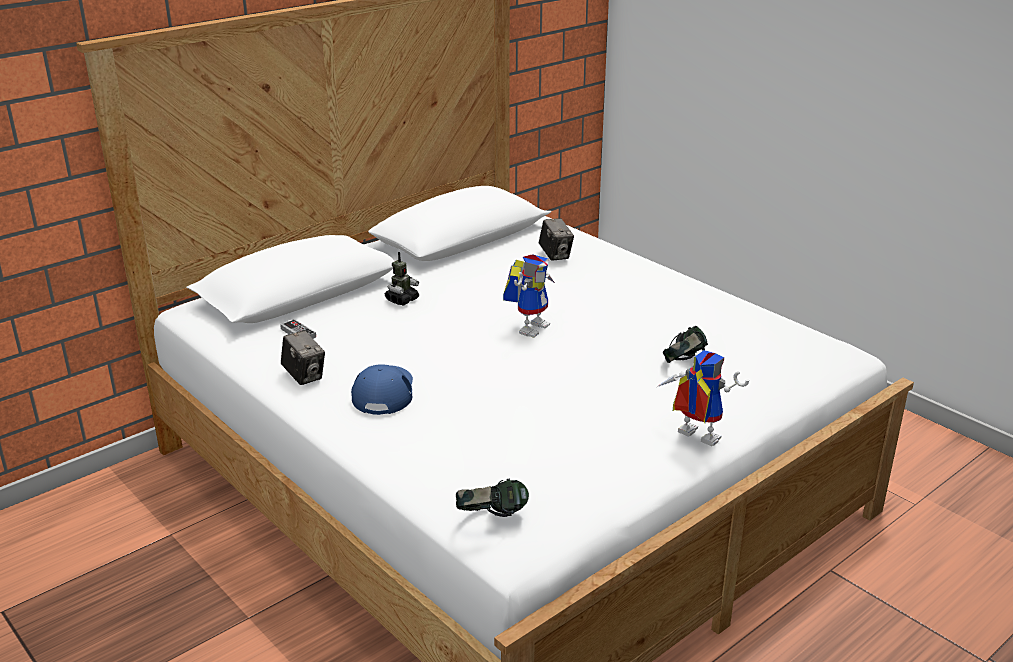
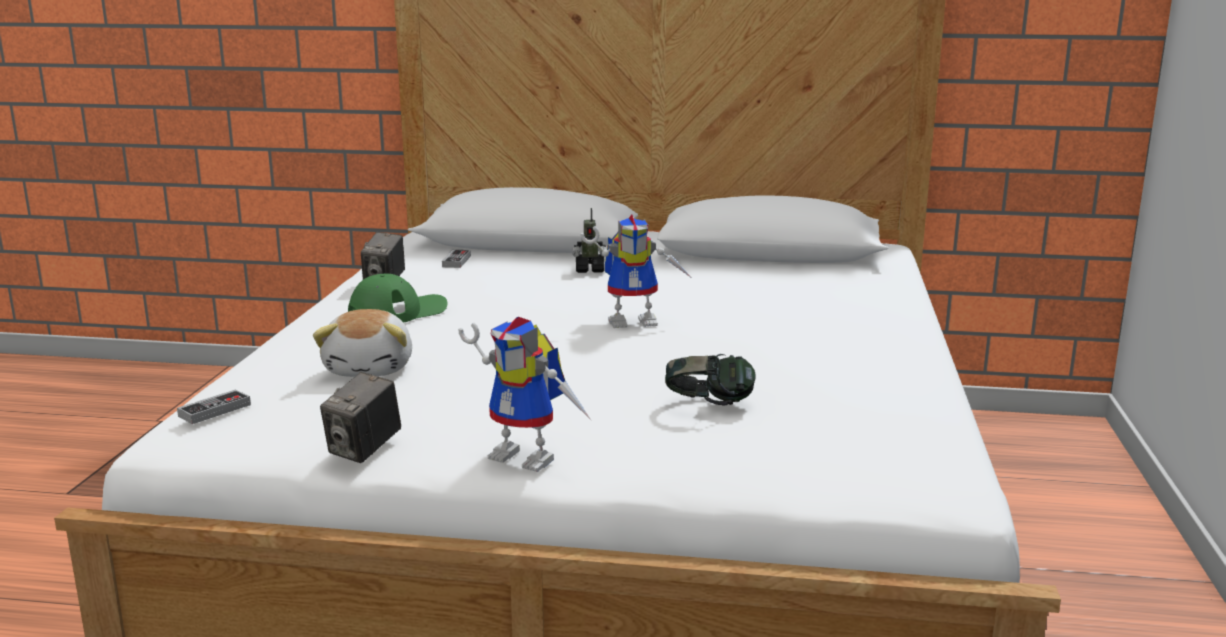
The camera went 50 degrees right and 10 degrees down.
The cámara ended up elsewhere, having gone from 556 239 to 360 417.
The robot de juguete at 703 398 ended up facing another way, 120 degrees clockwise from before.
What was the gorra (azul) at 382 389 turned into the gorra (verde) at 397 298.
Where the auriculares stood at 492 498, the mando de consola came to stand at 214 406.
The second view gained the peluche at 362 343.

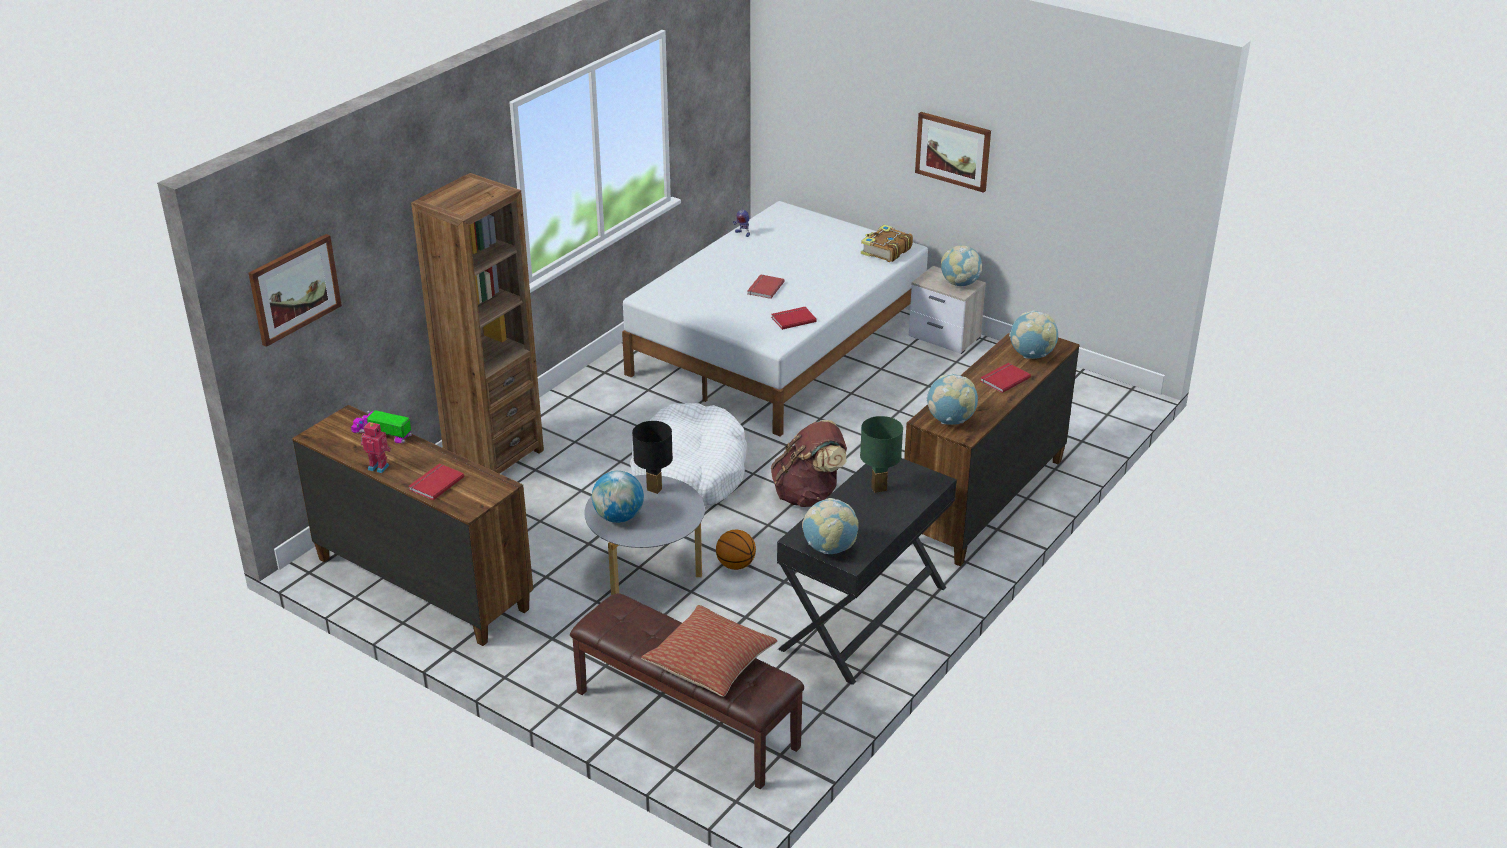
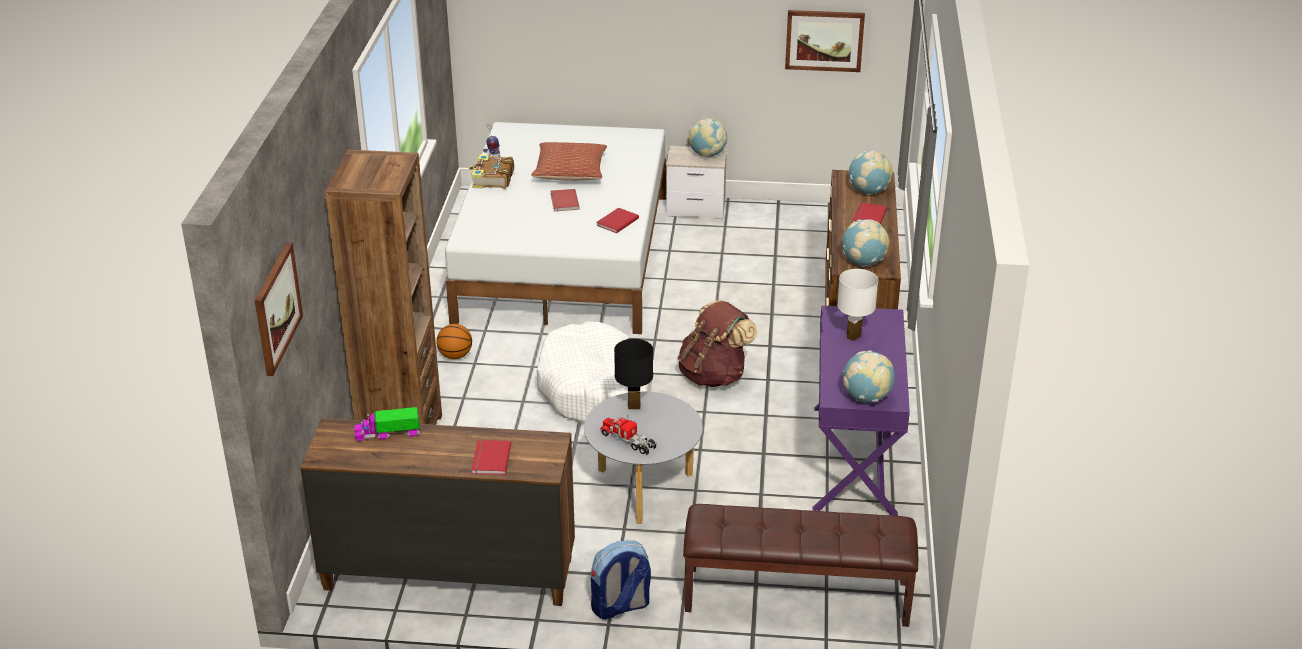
The camera went 30 degrees left and 0 degrees up.
The cuadro ended up elsewhere, having gone from 953 152 to 825 41.
The libro ended up elsewhere, having gone from 887 243 to 491 171.
What was the lámpara de mesa (verde) at 881 454 turned into the lámpara de mesa (blanco) at 857 305.
The second view lost the robot de juguete at 376 447.
What was the escritorio (negro) at 867 571 turned into the escritorio (morado) at 861 411.
Where the globo terráqueo stood at 618 497, the camión de juguete came to stand at 628 435.
The balón de baloncesto ended up elsewhere, having gone from 736 550 to 454 341.
The cojín ended up elsewhere, having gone from 709 651 to 569 161.
The second view gained the mochila at 621 579.

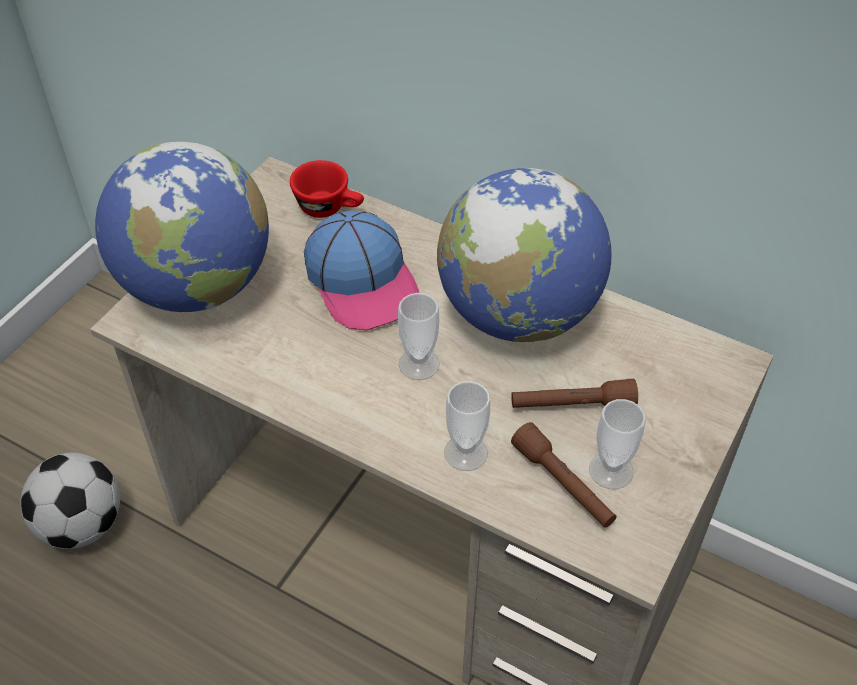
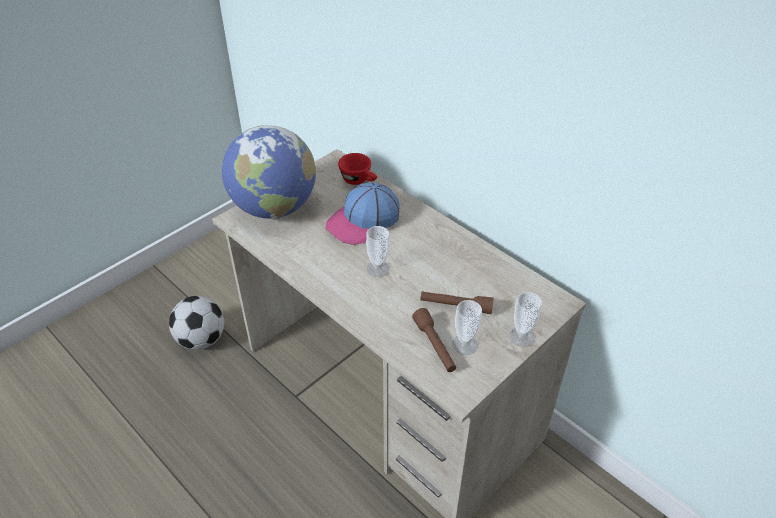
The camera went 15 degrees right and 5 degrees down.
The second view lost the globo terráqueo at 524 255.
The gorra at 361 270 ended up facing another way, 60 degrees clockwise from before.
The taza ended up elsewhere, having gone from 467 426 to 525 319.

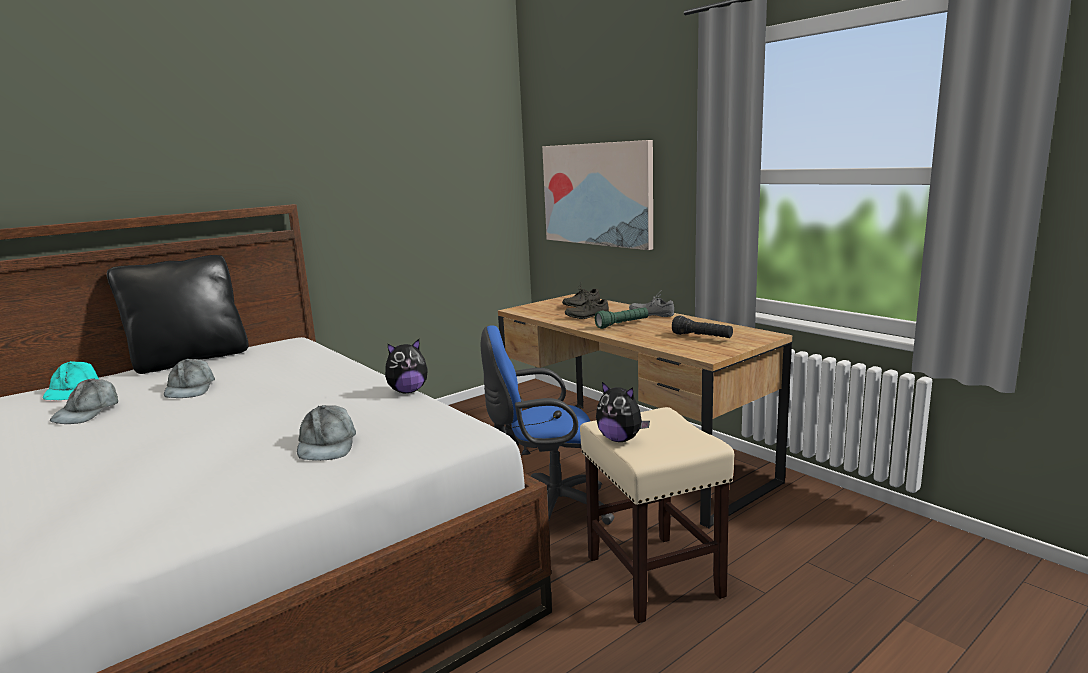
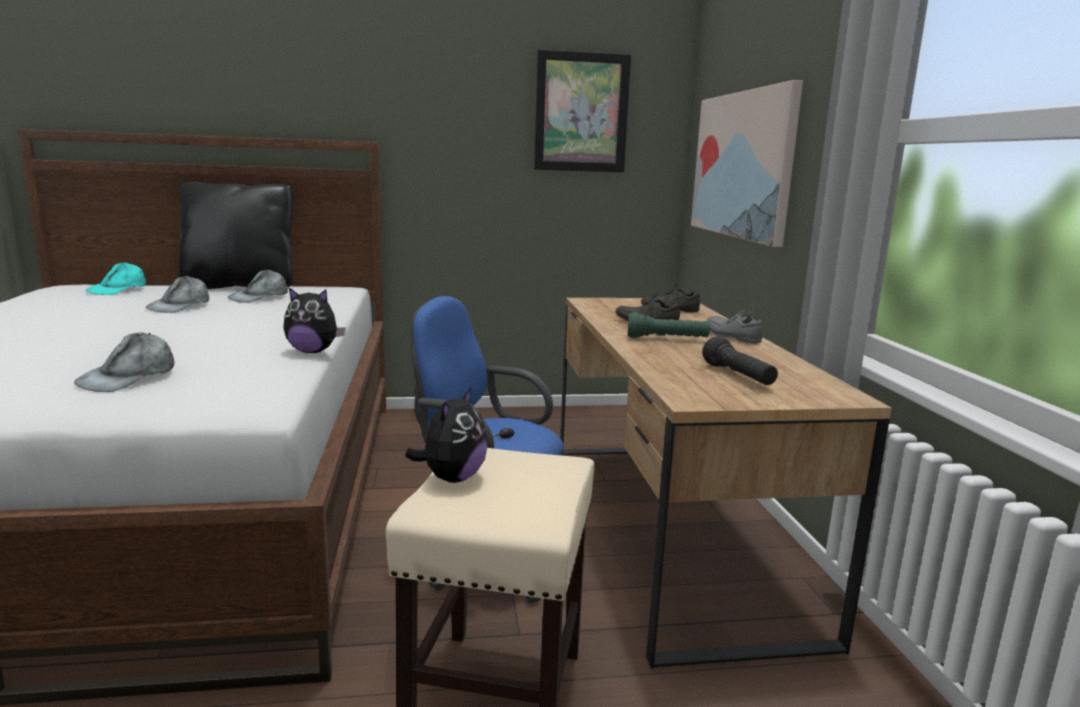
The camera went 30 degrees right and 0 degrees up.
The gorra (gris) ended up elsewhere, having gone from 84 401 to 258 286.
The peluche at 623 412 ended up facing another way, 135 degrees counterclockwise from before.
The second view gained the cuadro at 582 110.

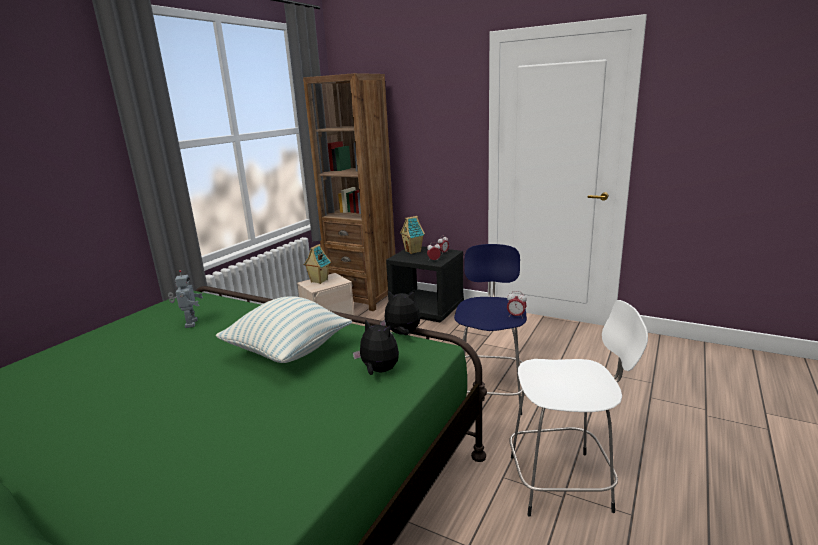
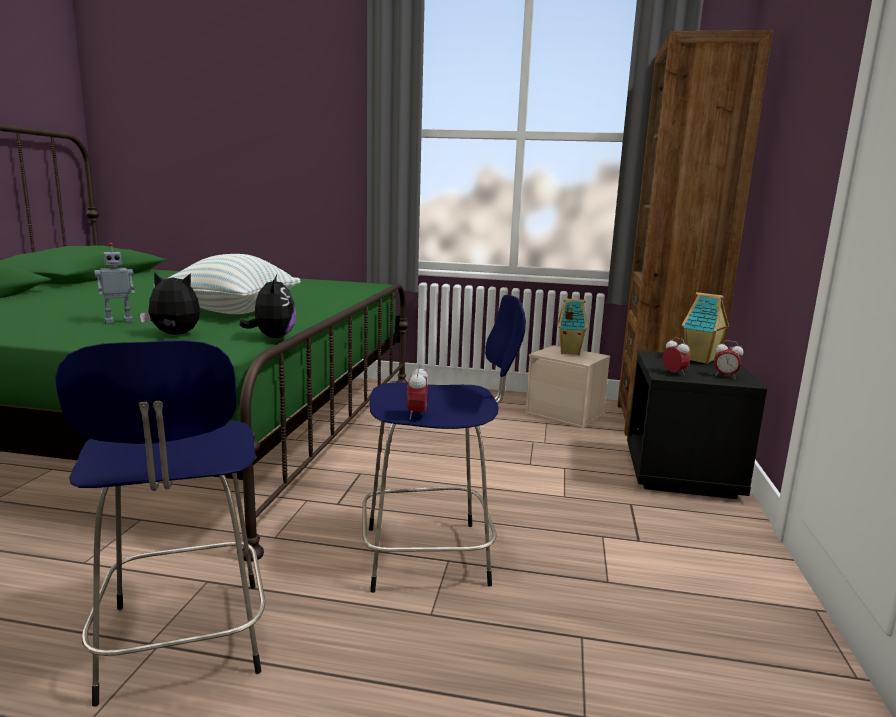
The camera went 70 degrees right and 5 degrees down.
The robot de juguete ended up elsewhere, having gone from 185 299 to 114 283.
What was the taburete (blanco) at 578 408 turned into the taburete (azul) at 160 523.
The peluche at 376 347 ended up facing another way, 105 degrees counterclockwise from before.

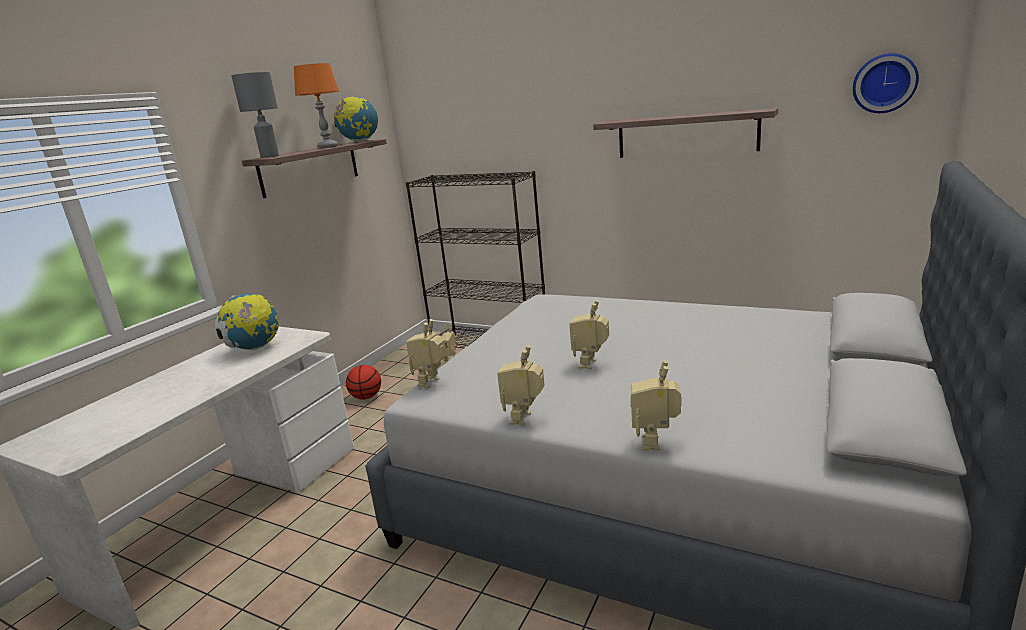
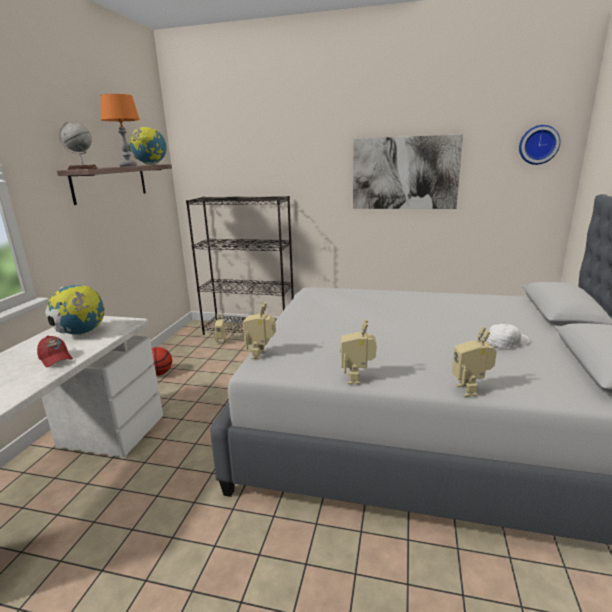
The camera went 15 degrees left and 0 degrees up.
Where the lámpara de mesa (gris) stood at 255 115, the globo terráqueo came to stand at 78 146.
Where the estante hung at 685 133, the cuadro came to hang at 408 171.
The second view lost the robot de juguete at 589 334.
The second view gained the gorra (blanco) at 508 336.
The second view gained the gorra (rojo) at 55 351.

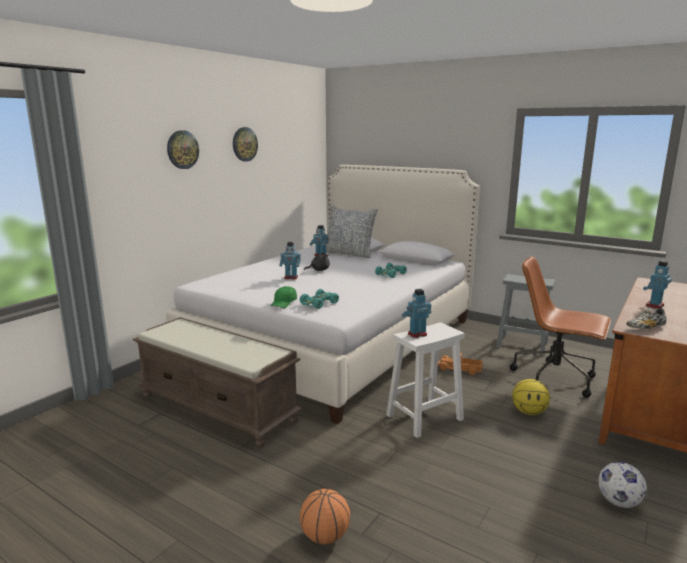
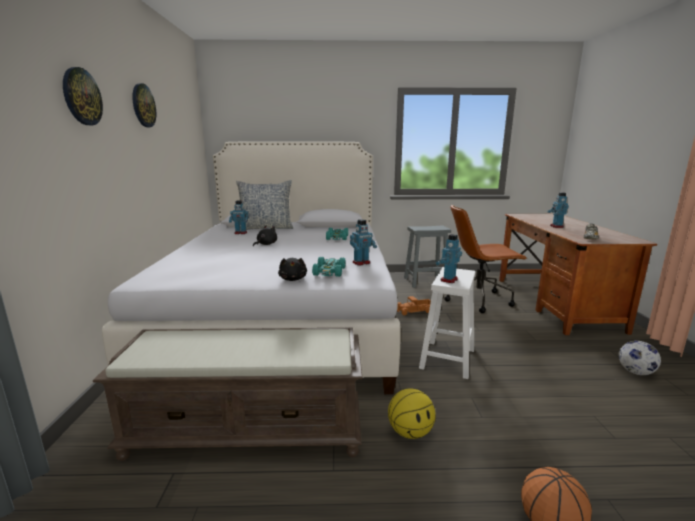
The camera went 35 degrees left and 0 degrees up.
The robot de juguete ended up elsewhere, having gone from 290 260 to 363 242.
Where the gorra (verde) stood at 284 297, the peluche (negro) came to stand at 292 269.
The balón de baloncesto ended up elsewhere, having gone from 531 397 to 412 414.

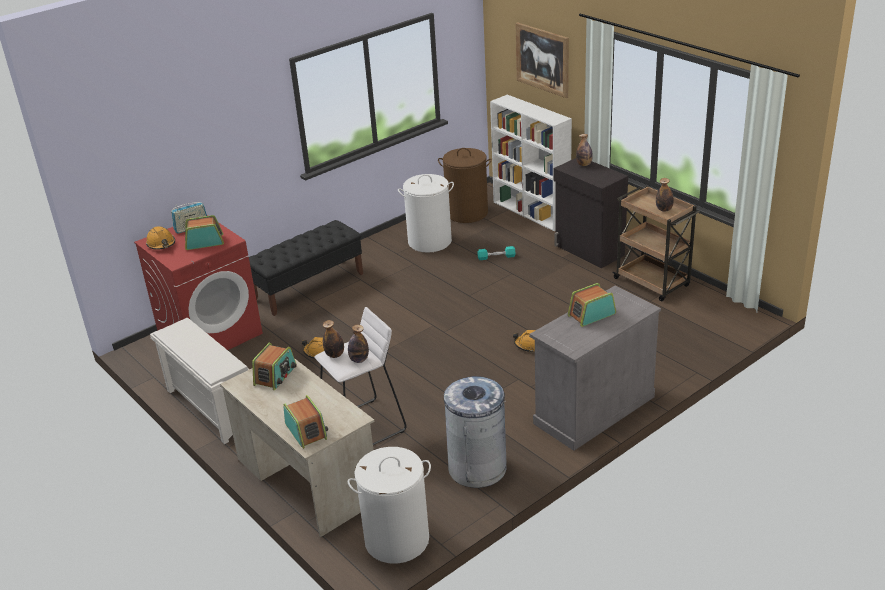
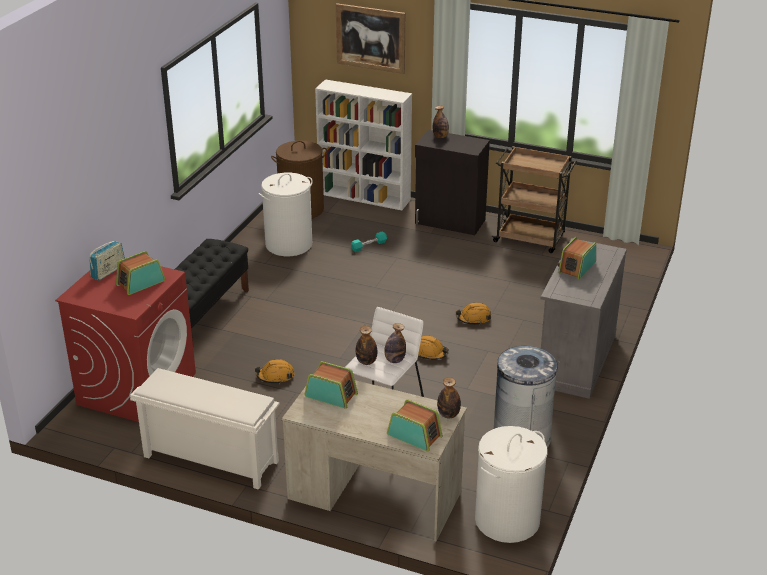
The camera went 30 degrees left and 0 degrees up.
The botella ended up elsewhere, having gone from 665 195 to 449 397.
The casco (naranja) ended up elsewhere, having gone from 160 238 to 433 348.
The radio at 274 366 ended up facing another way, 60 degrees counterclockwise from before.

